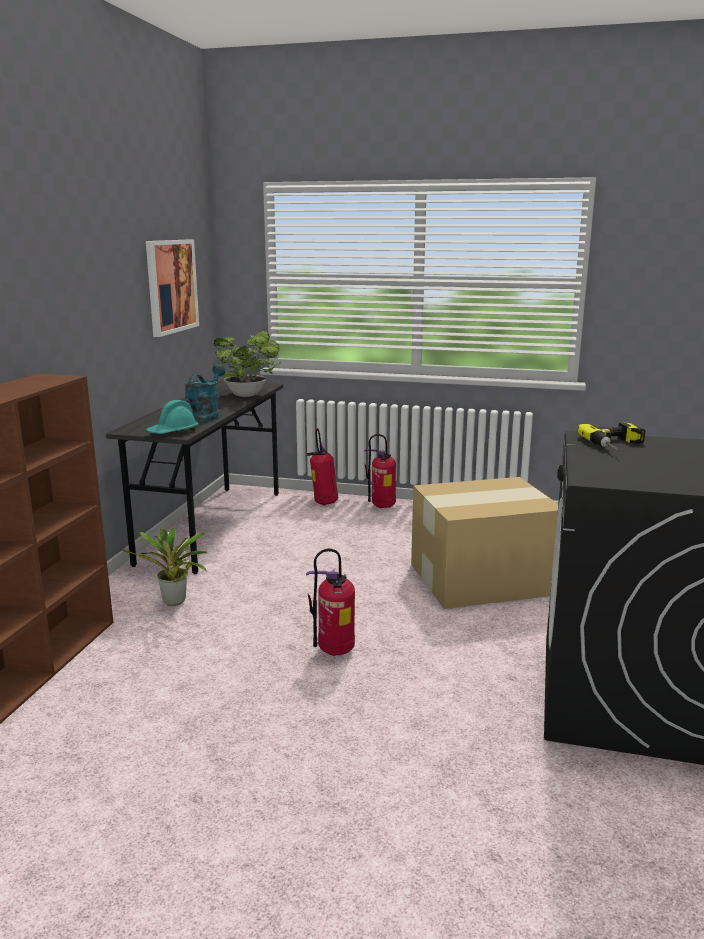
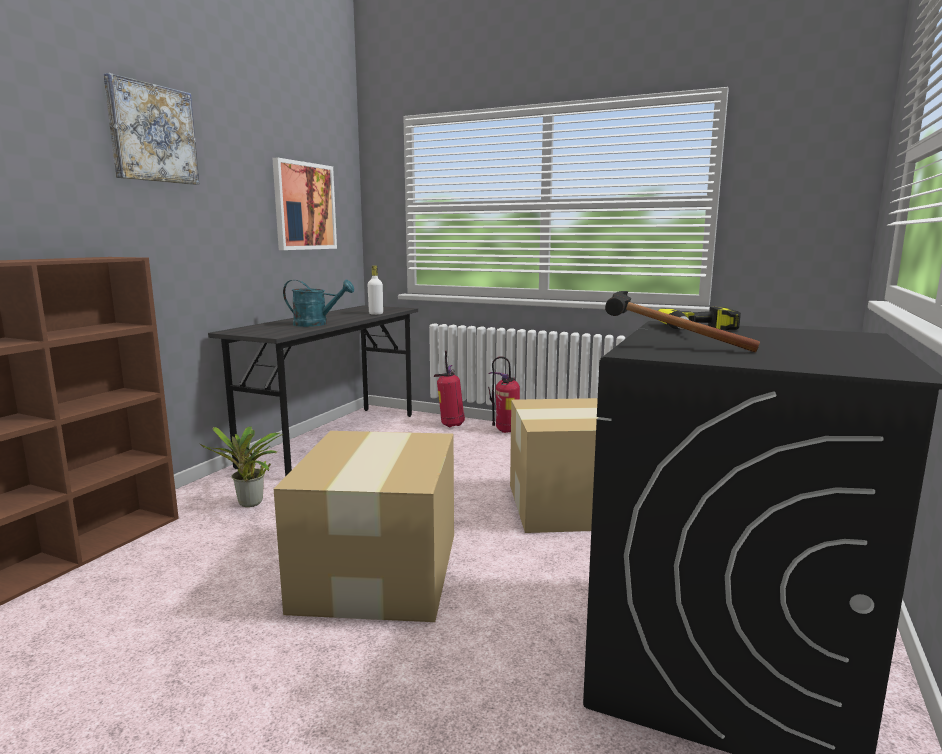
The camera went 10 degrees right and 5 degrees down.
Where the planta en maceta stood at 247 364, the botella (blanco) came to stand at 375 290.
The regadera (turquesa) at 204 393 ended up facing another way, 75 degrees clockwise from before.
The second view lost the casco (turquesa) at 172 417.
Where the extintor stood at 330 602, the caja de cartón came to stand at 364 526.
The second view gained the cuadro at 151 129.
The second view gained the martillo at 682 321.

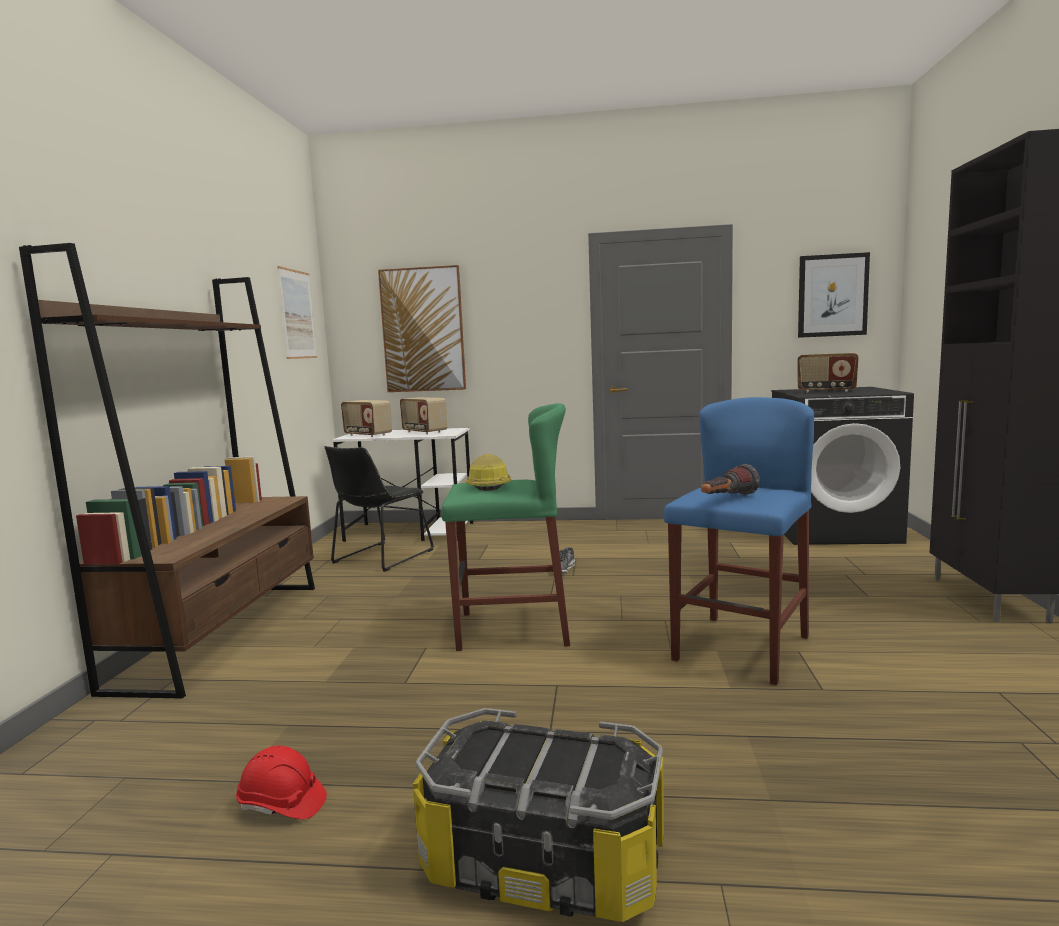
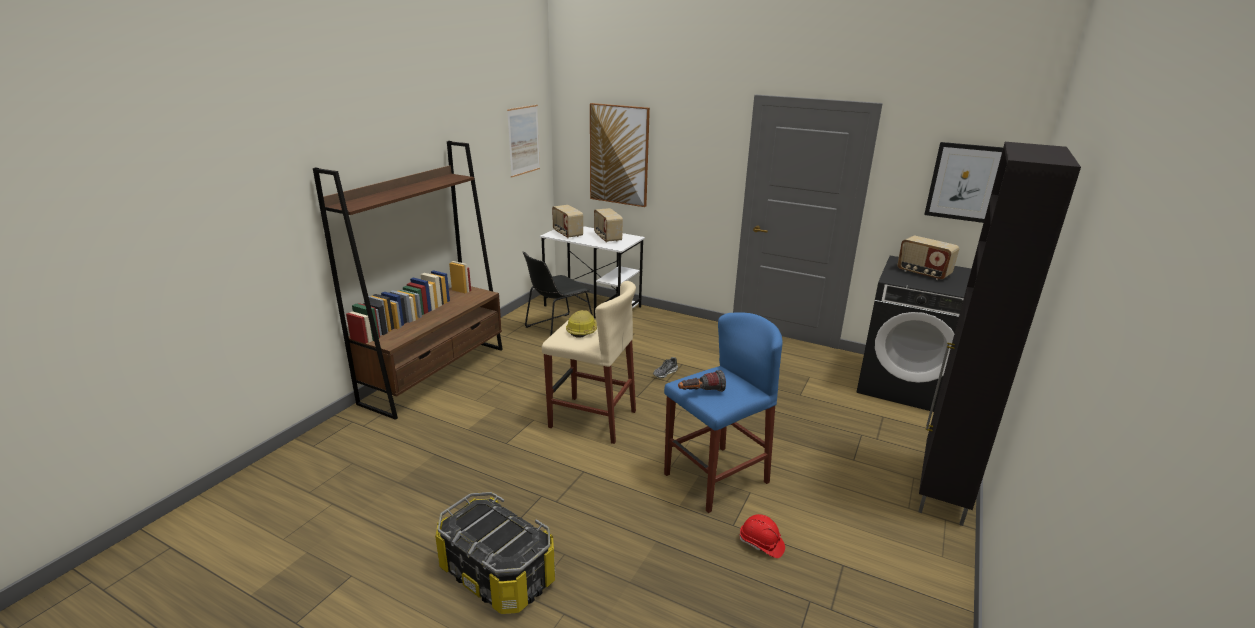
The camera went 20 degrees right and 15 degrees up.
What was the taburete (verde) at 505 527 turned into the taburete (beis) at 589 362.
The casco (rojo) ended up elsewhere, having gone from 281 782 to 762 536.

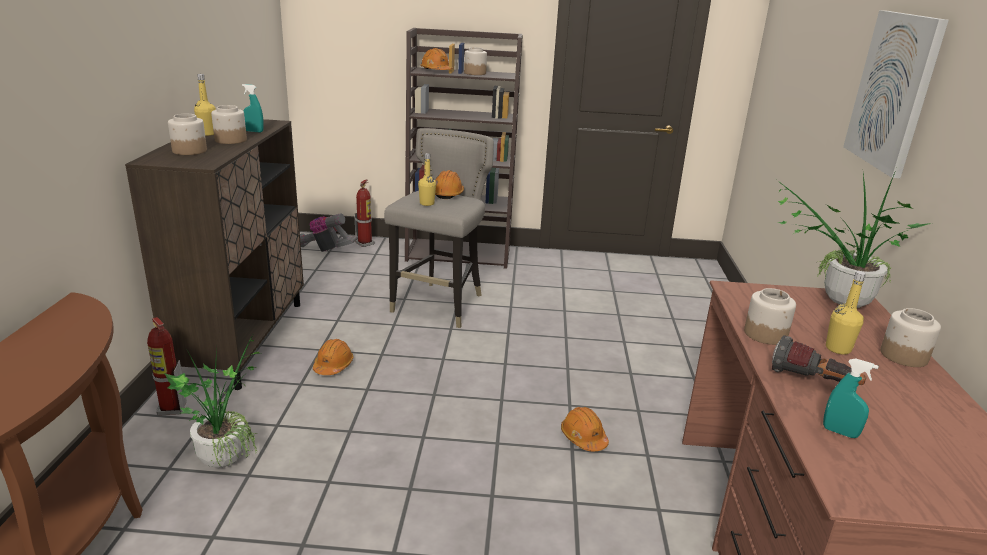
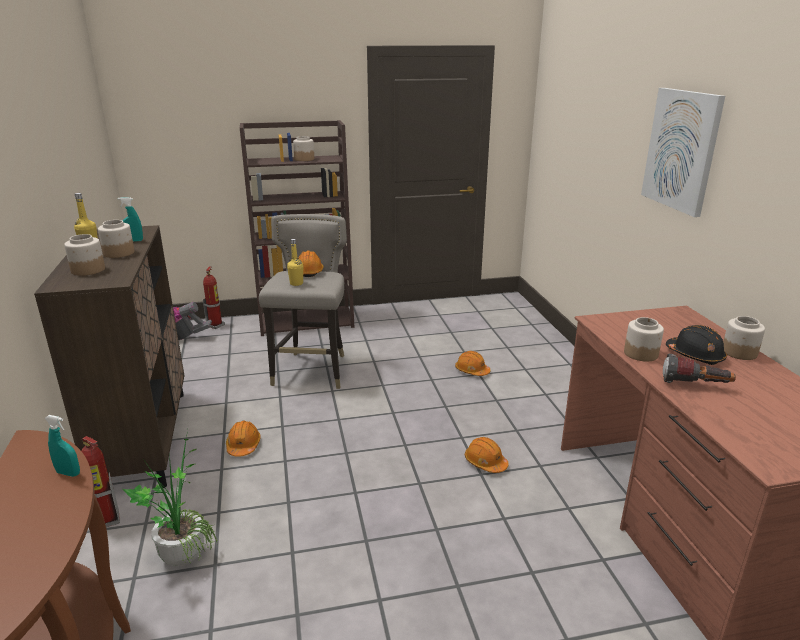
The camera went 15 degrees left and 0 degrees up.
The casco (naranja) ended up elsewhere, having gone from 436 59 to 473 363.
The second view lost the planta en maceta at 854 239.
Where the botella (amarillo) stood at 846 312, the casco (negro) came to stand at 696 345.
The pulverizador (turquesa) ended up elsewhere, having gone from 851 398 to 62 446.

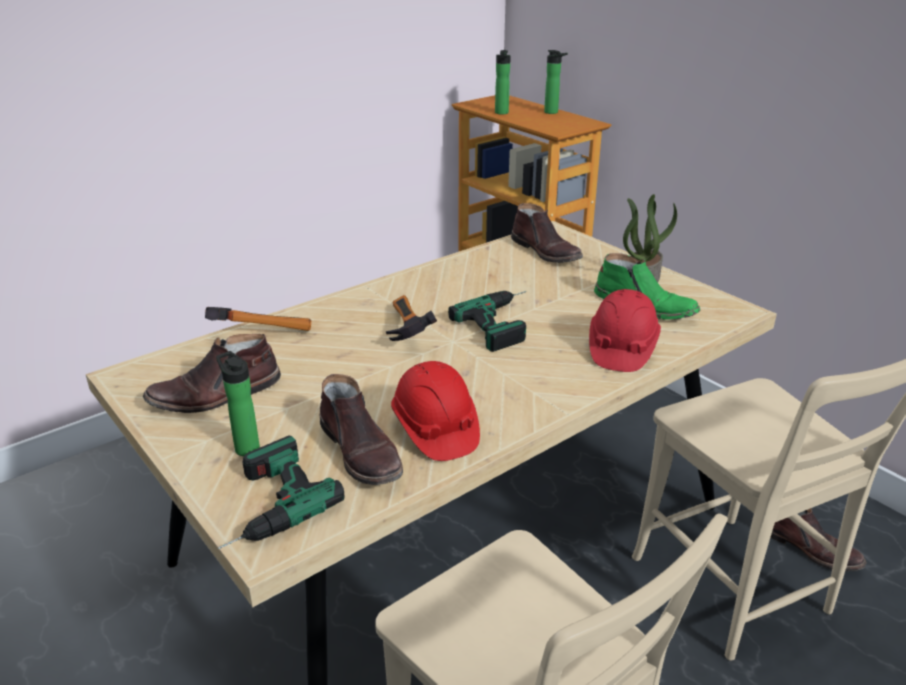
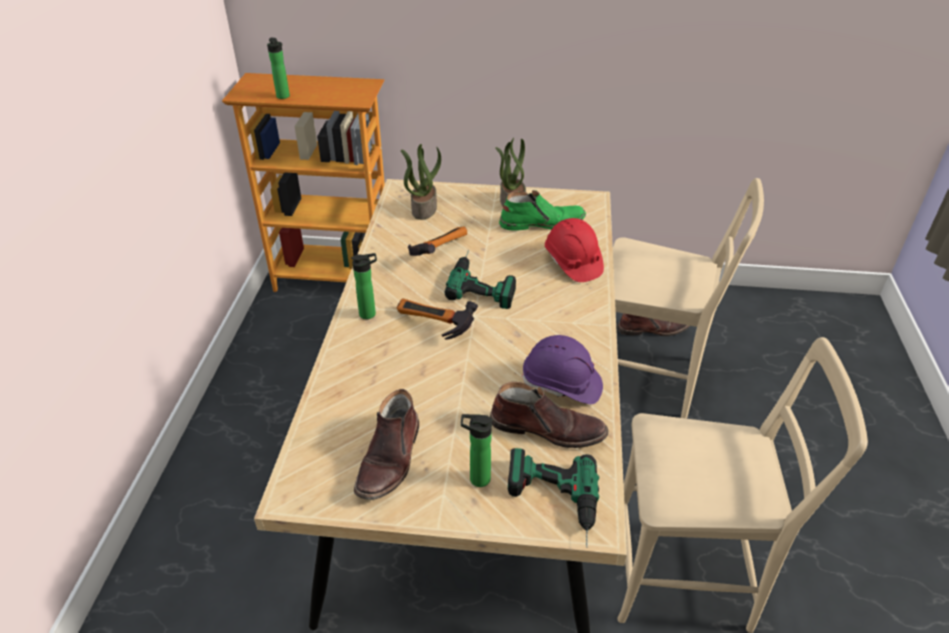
The camera went 45 degrees left and 10 degrees up.
The botella ended up elsewhere, having gone from 556 82 to 364 286.
Where the bota (marrón) stood at 547 233, the planta en maceta came to stand at 421 182.
The martillo ended up elsewhere, having gone from 258 319 to 437 241.
What was the casco (rojo) at 435 411 turned into the casco (morado) at 562 369.

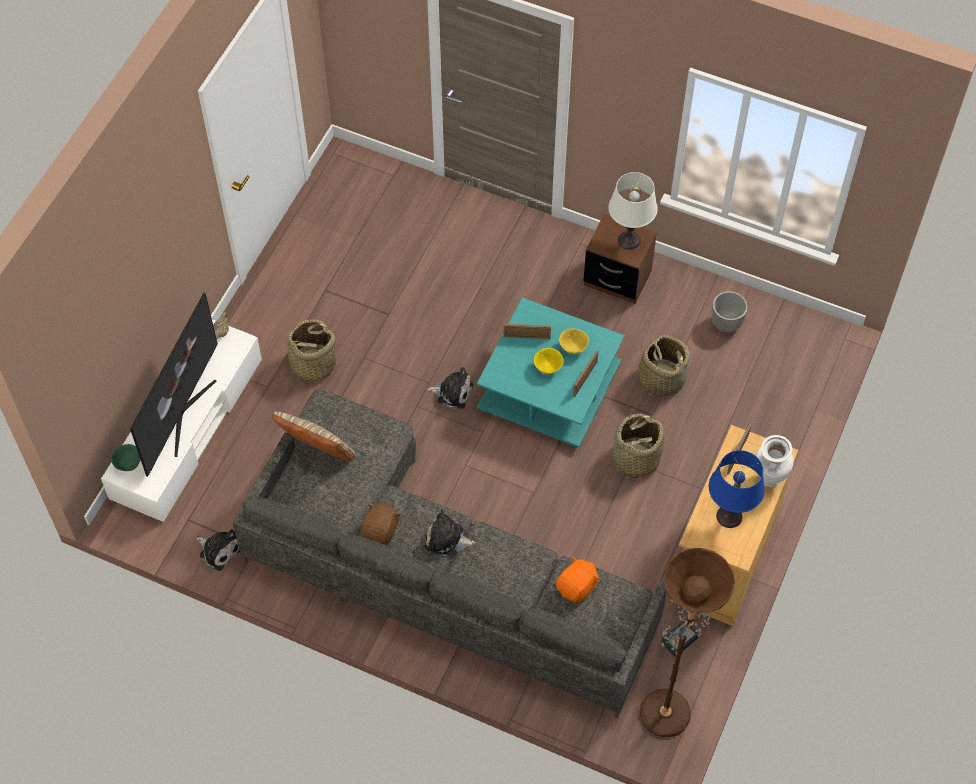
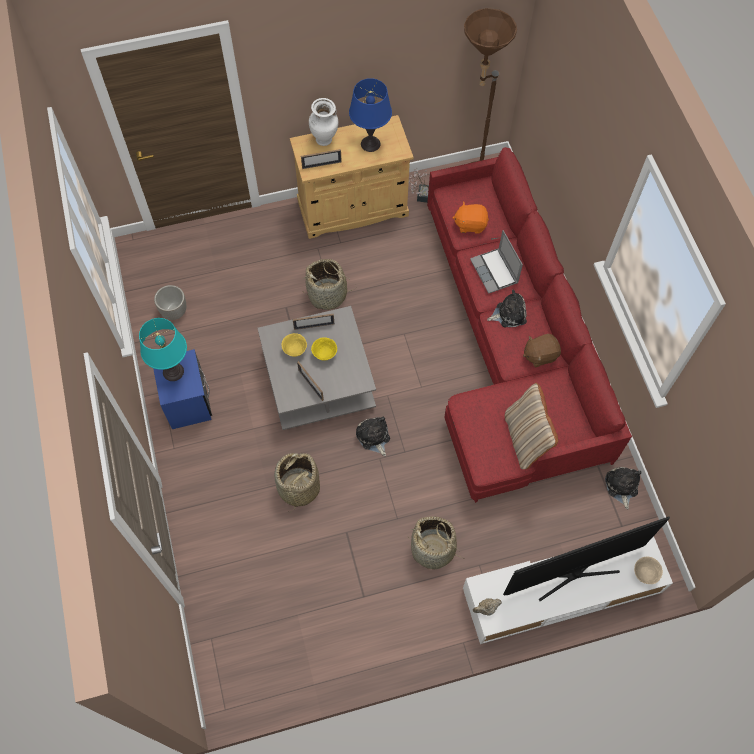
The camera went 130 degrees left and 5 degrees up.
What was the lámpara de mesa (blanco) at 633 211 turned into the lámpara de mesa (turquesa) at 163 349.
What was the mesita de noche (marrón) at 620 259 turned into the mesita de noche (azul) at 182 389.
What was the mesa de centro (turquesa) at 550 372 turned into the mesa de centro (gris) at 316 368.
The cesta ended up elsewhere, having gone from 664 365 to 297 482.
What was the sofá (gris) at 449 553 turned into the sofá (rojo) at 529 325.
What was the cuenco (verde) at 126 457 turned into the cuenco (beis) at 648 570.
The peluche at 450 532 ended up facing another way, 75 degrees counterclockwise from before.
The second view gained the portátil at 496 262.

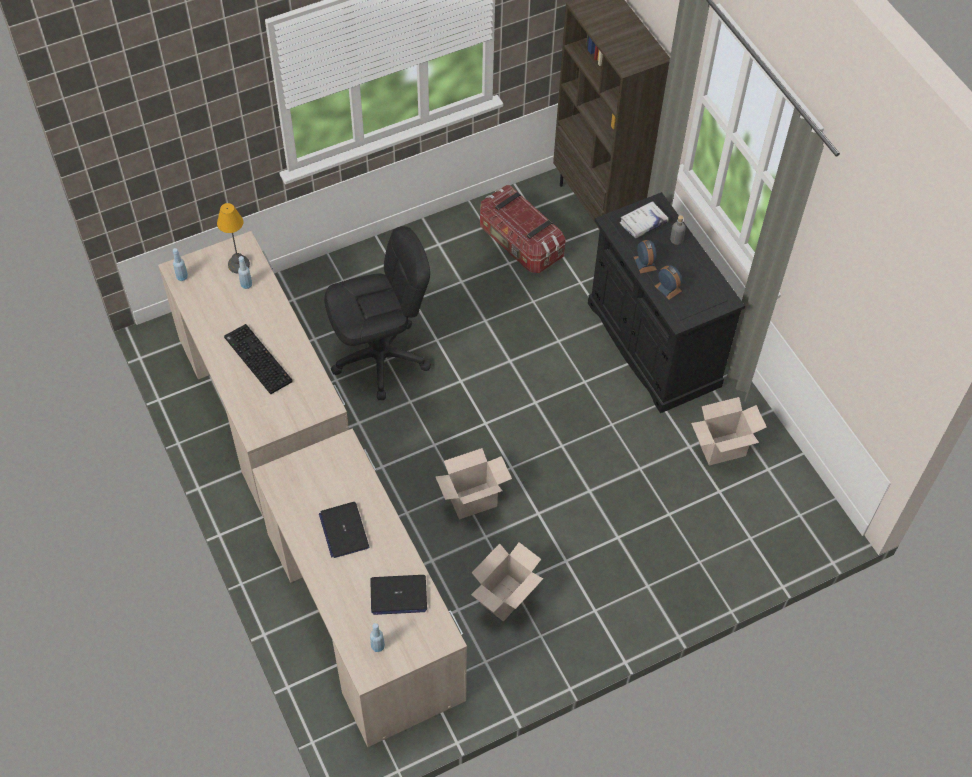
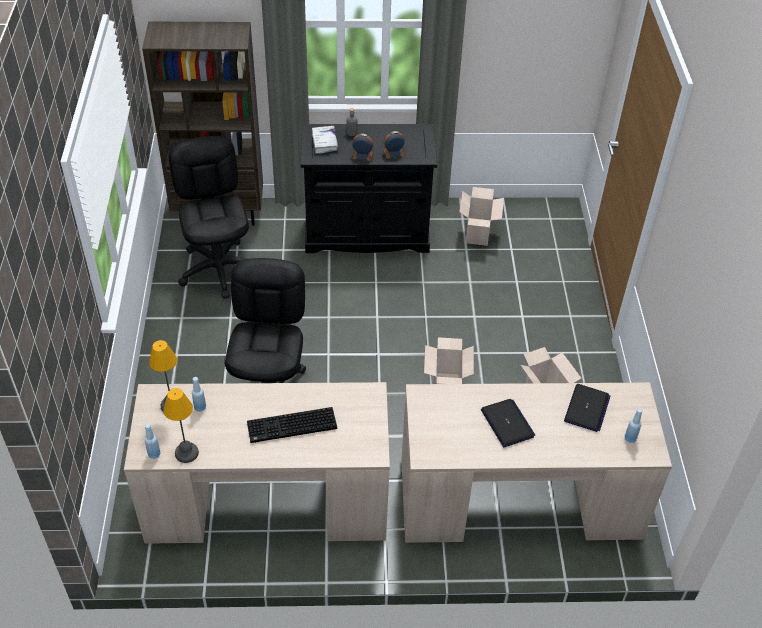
The camera went 65 degrees left and 10 degrees down.
Where the caja de almacenaje stood at 523 229, the silla de oficina (negro) came to stand at 208 217.
The portátil at 344 530 ended up facing another way, 120 degrees counterclockwise from before.
The second view gained the lámpara de mesa at 181 425.

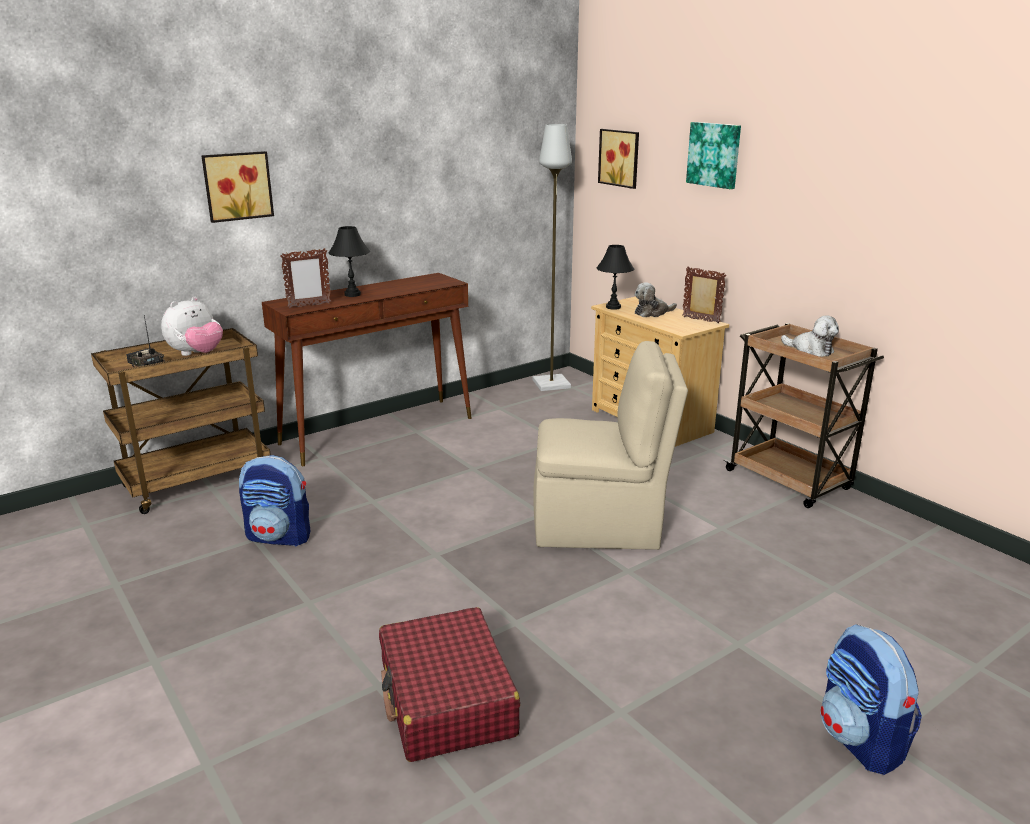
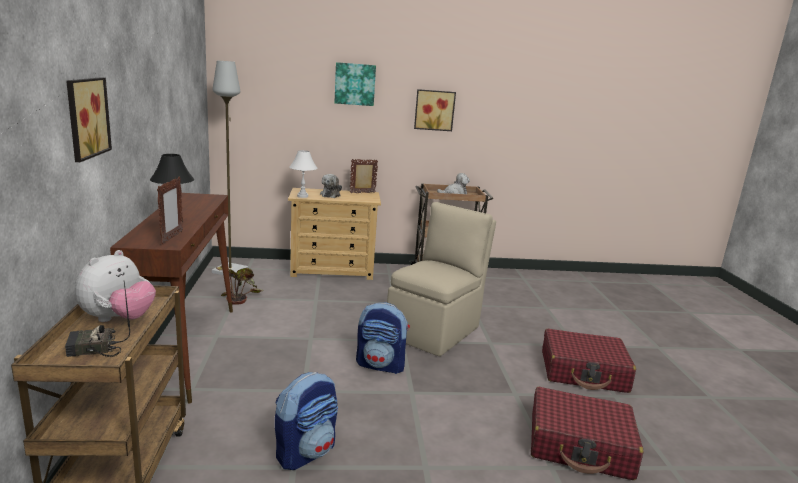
The camera went 60 degrees left and 5 degrees down.
The cuadro ended up elsewhere, having gone from 618 159 to 435 110.
What was the lámpara de mesa (negro) at 615 277 turned into the lámpara de mesa (blanco) at 303 174.
The peluche at 192 326 ended up facing another way, 45 degrees clockwise from before.
The mochila ended up elsewhere, having gone from 871 699 to 383 338.
The second view gained the planta en maceta at 240 285.
The second view gained the maleta (rojo) at 589 361.

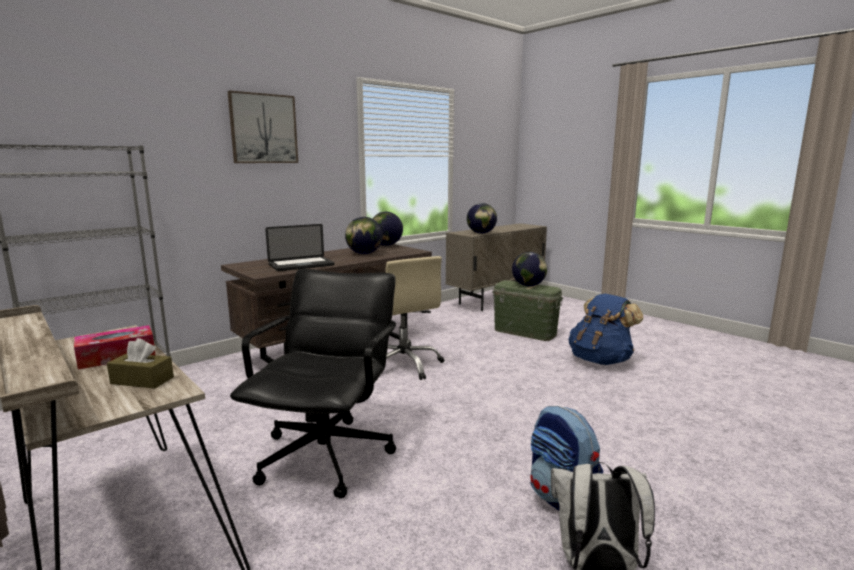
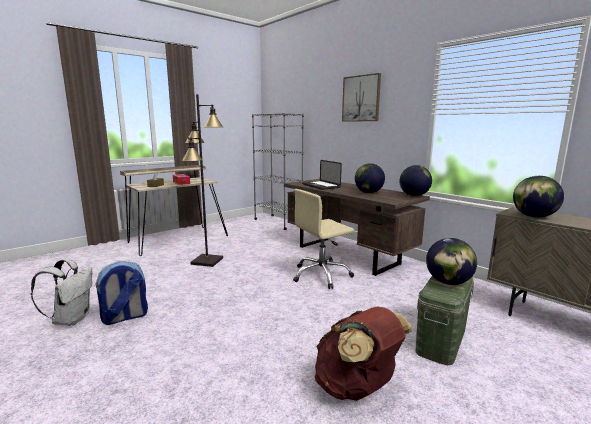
The camera went 90 degrees right and 0 degrees up.
Where the silla de oficina (negro) stood at 313 383, the lámpara de pie (negro) came to stand at 202 180.
What was the mochila (azul) at 606 329 turned into the mochila (marrón) at 364 354.

